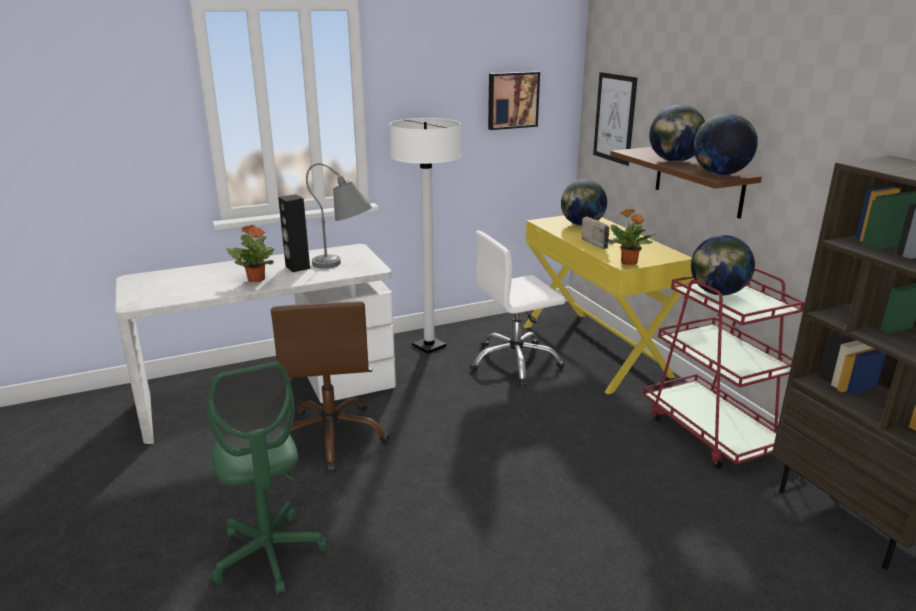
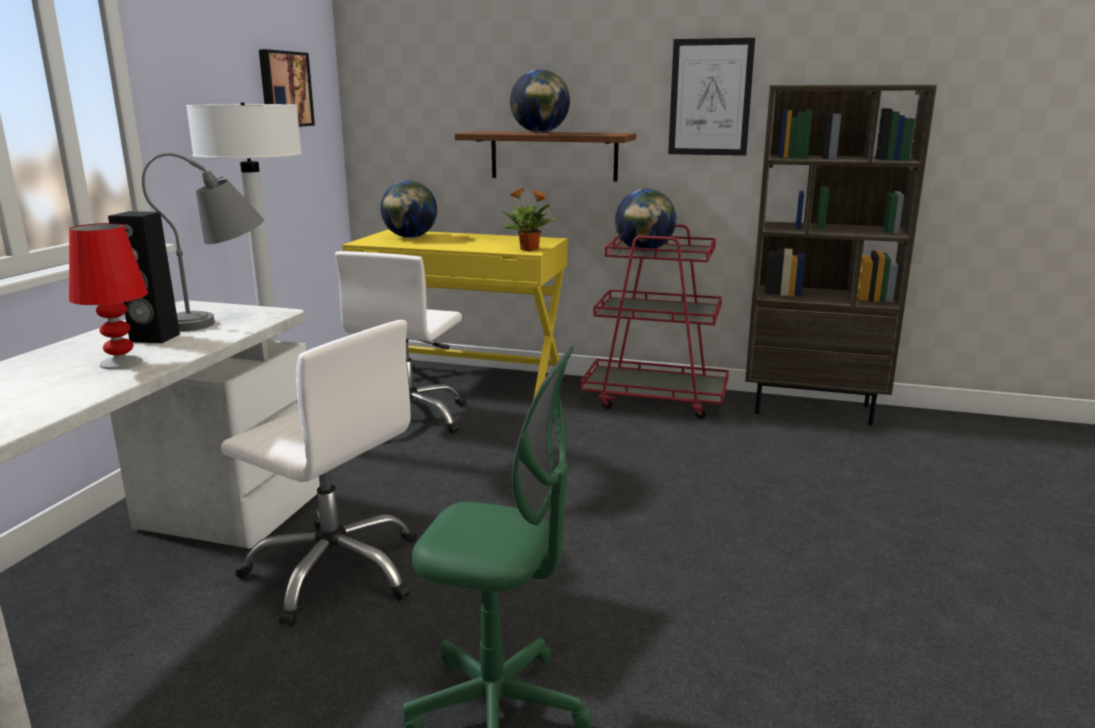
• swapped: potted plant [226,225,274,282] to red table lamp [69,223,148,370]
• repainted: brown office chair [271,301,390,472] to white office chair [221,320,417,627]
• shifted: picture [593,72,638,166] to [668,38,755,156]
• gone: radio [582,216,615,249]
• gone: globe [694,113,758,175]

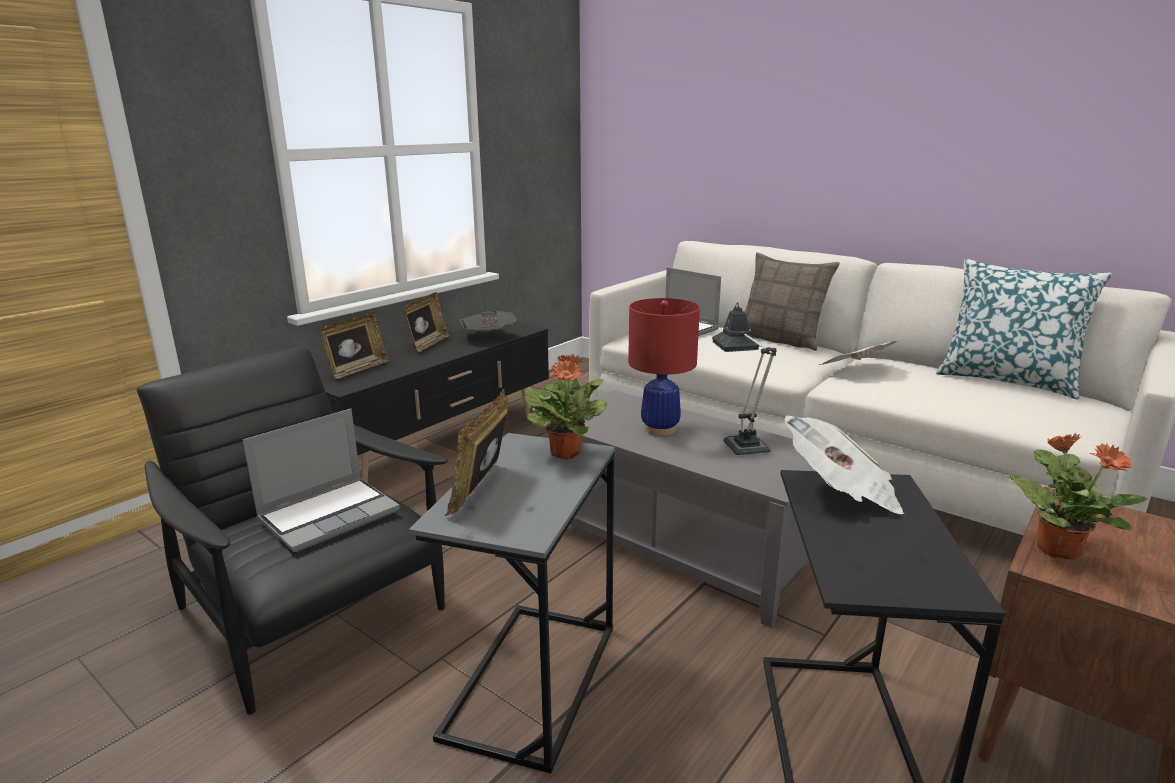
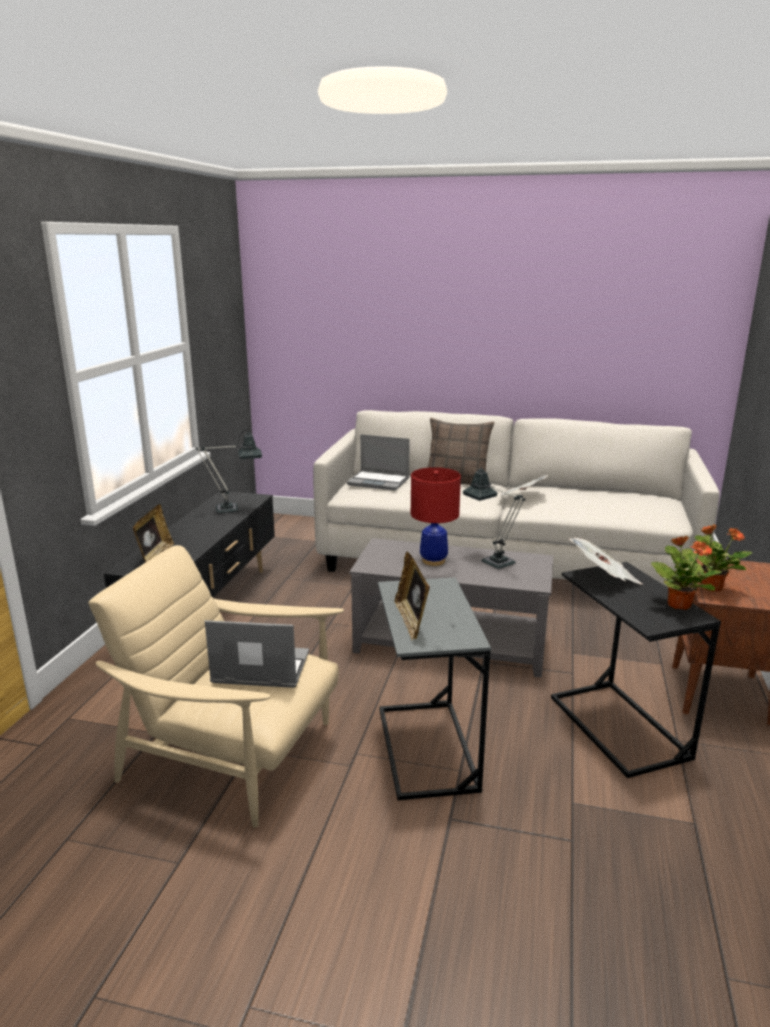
• repainted: black armchair [136,348,448,715] to beige armchair [88,545,344,828]
• swapped: newspaper [459,311,518,330] to table lamp [196,429,262,514]
• rotated: laptop [243,409,400,552] = [205,620,309,688] 105 degrees counterclockwise
• shifted: potted plant [524,354,607,459] to [651,536,722,610]
• gone: picture frame [404,292,449,352]
• gone: pillow [936,259,1112,399]

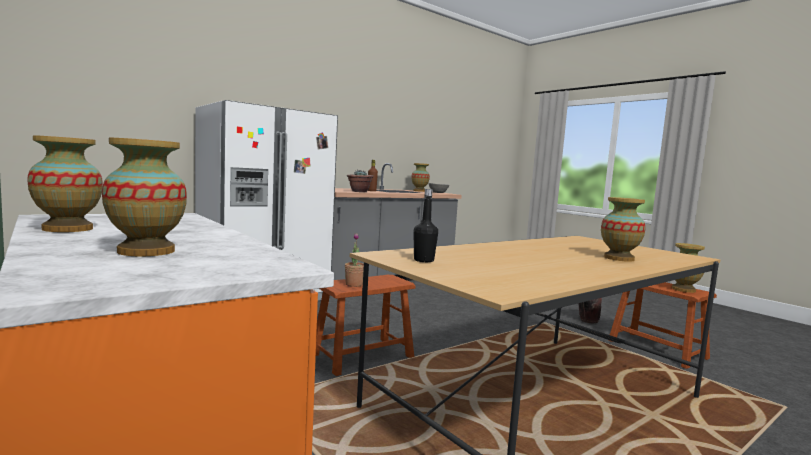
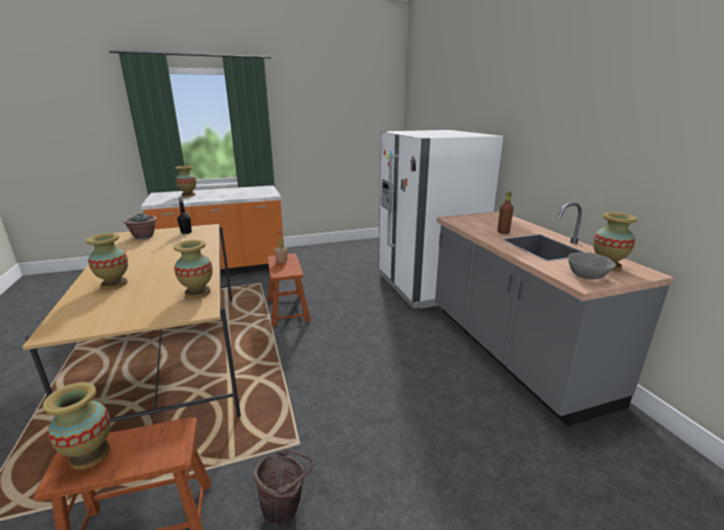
• shifted: potted plant [347,170,374,192] to [123,213,157,239]
• shifted: vase [27,135,103,232] to [174,240,213,298]

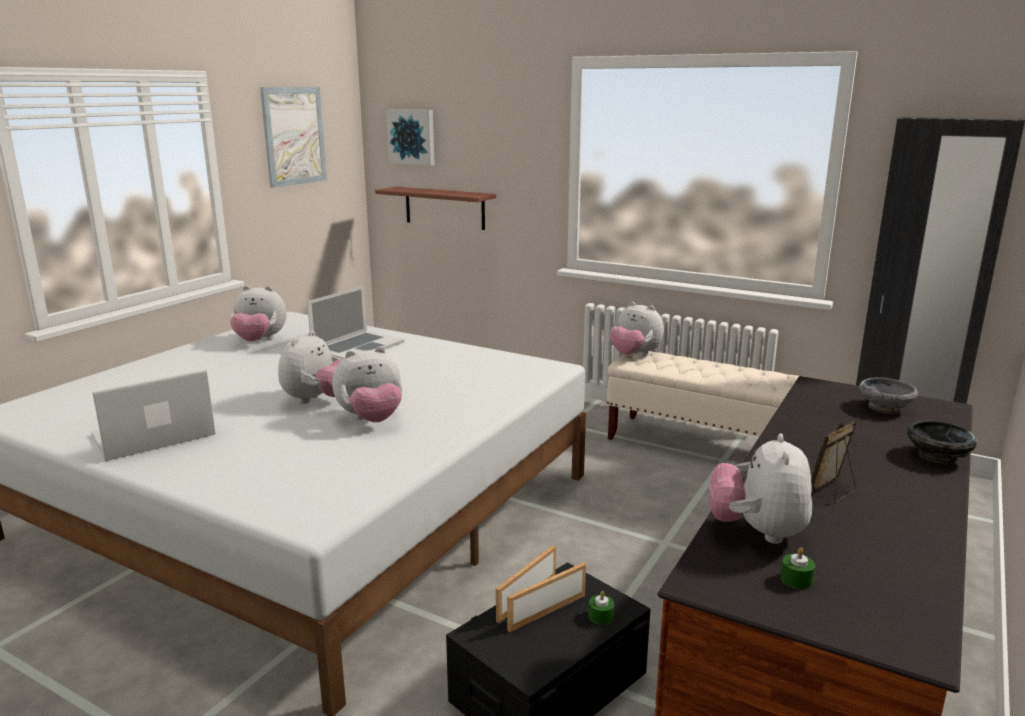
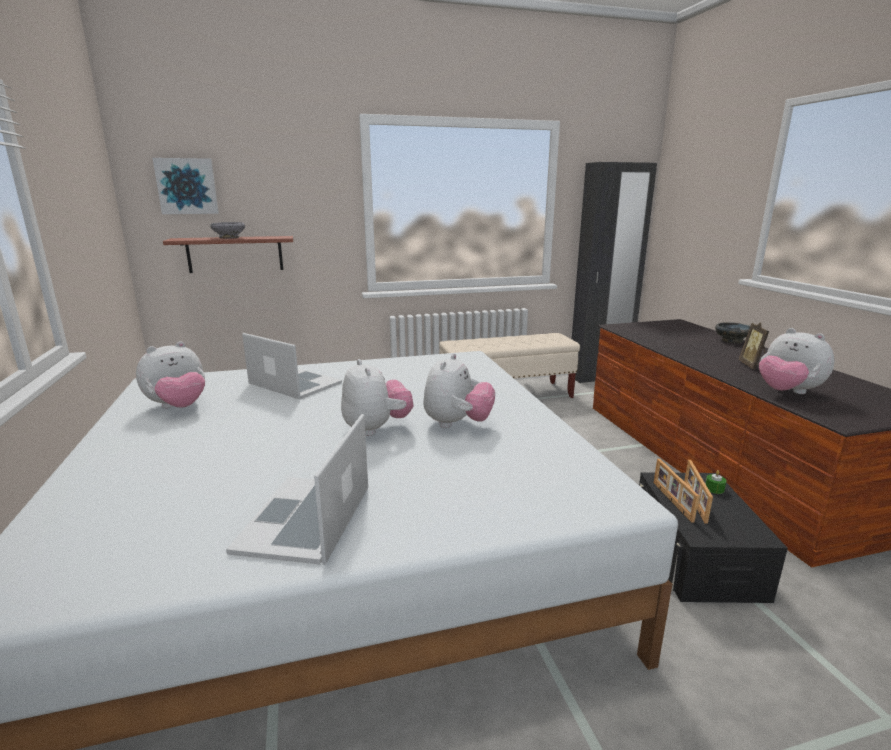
• shifted: grey bowl [859,377,918,414] to [210,222,245,239]
• rotated: laptop [307,286,404,359] = [242,333,342,399] 45 degrees counterclockwise
• gone: picture [260,87,327,188]
• gone: plush toy [610,302,664,356]
• gone: green candle [781,548,815,589]

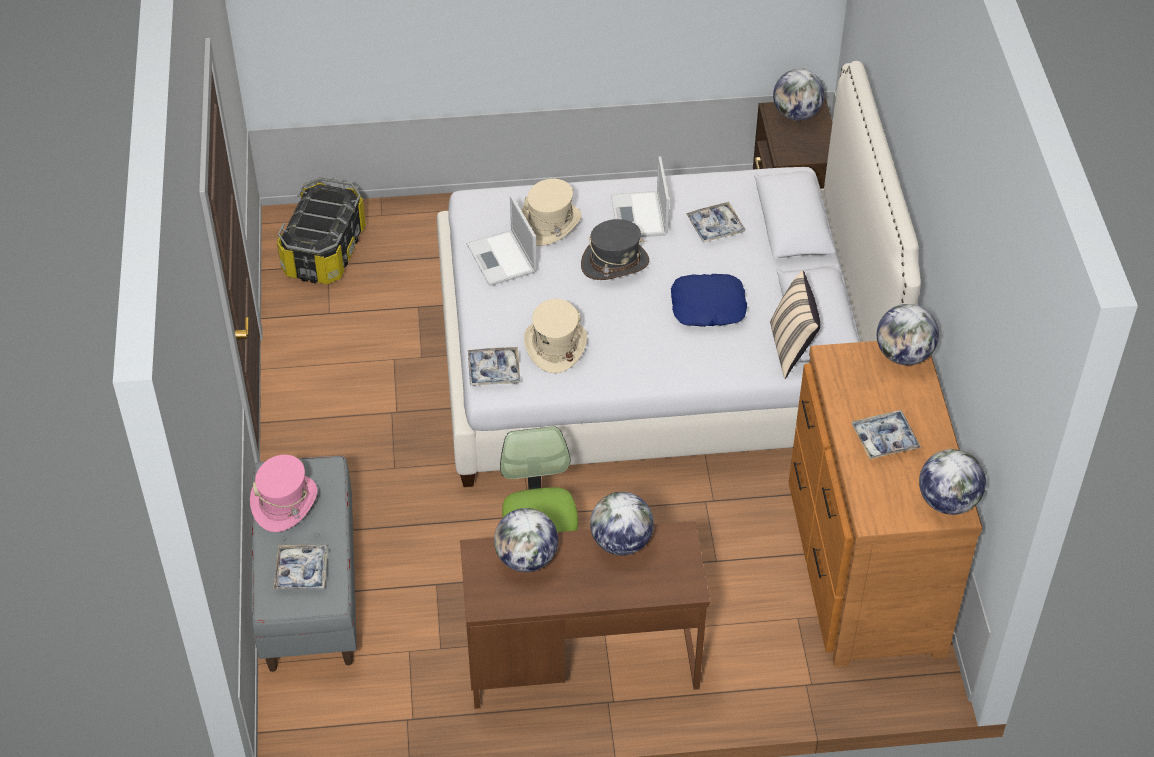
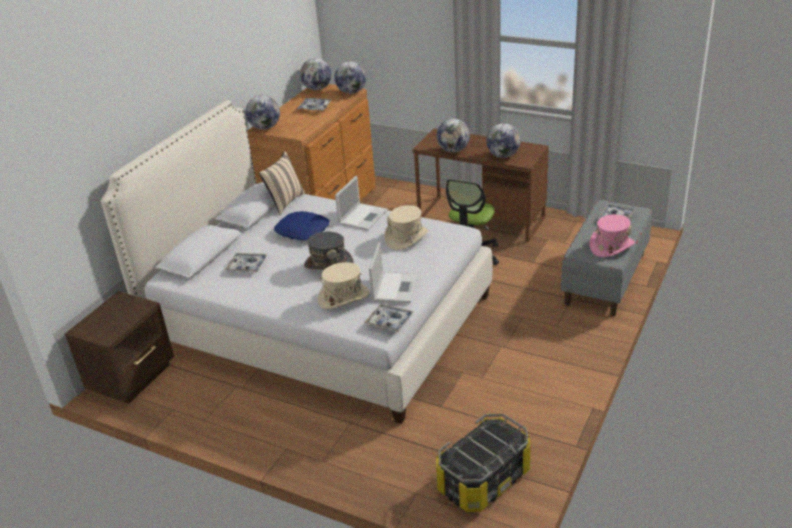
• shifted: globe [773,69,825,121] to [334,61,366,94]
• shifted: laptop [611,156,670,237] to [335,176,388,231]
• shifted: tray [468,347,521,386] to [364,304,414,332]

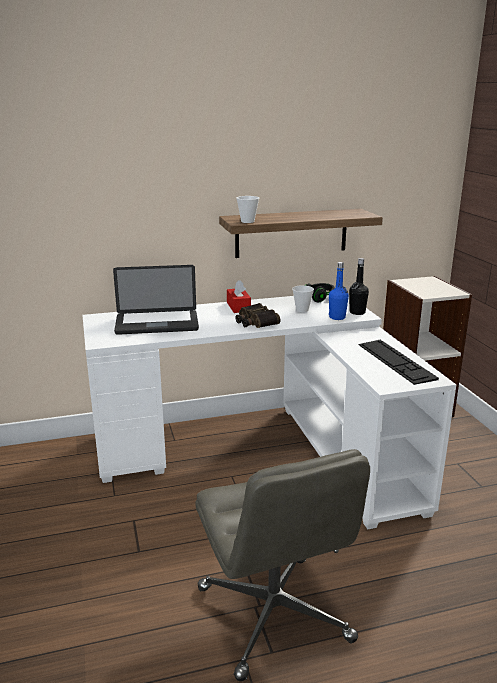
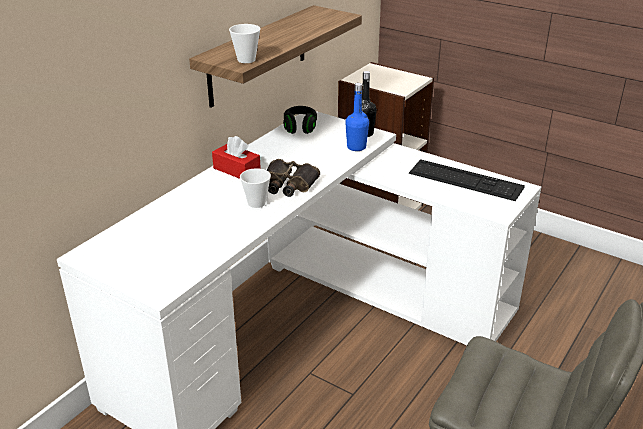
• shifted: cup [292,285,314,312] to [240,168,271,208]
• gone: laptop [113,265,199,335]

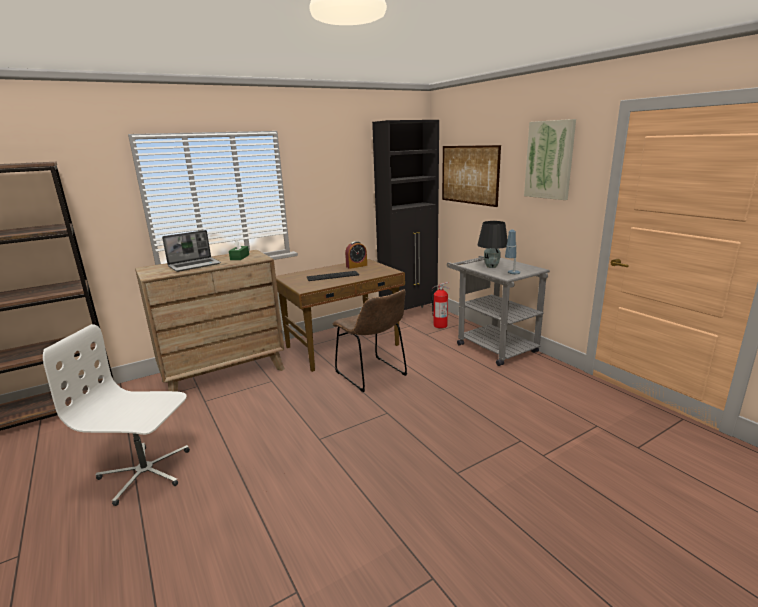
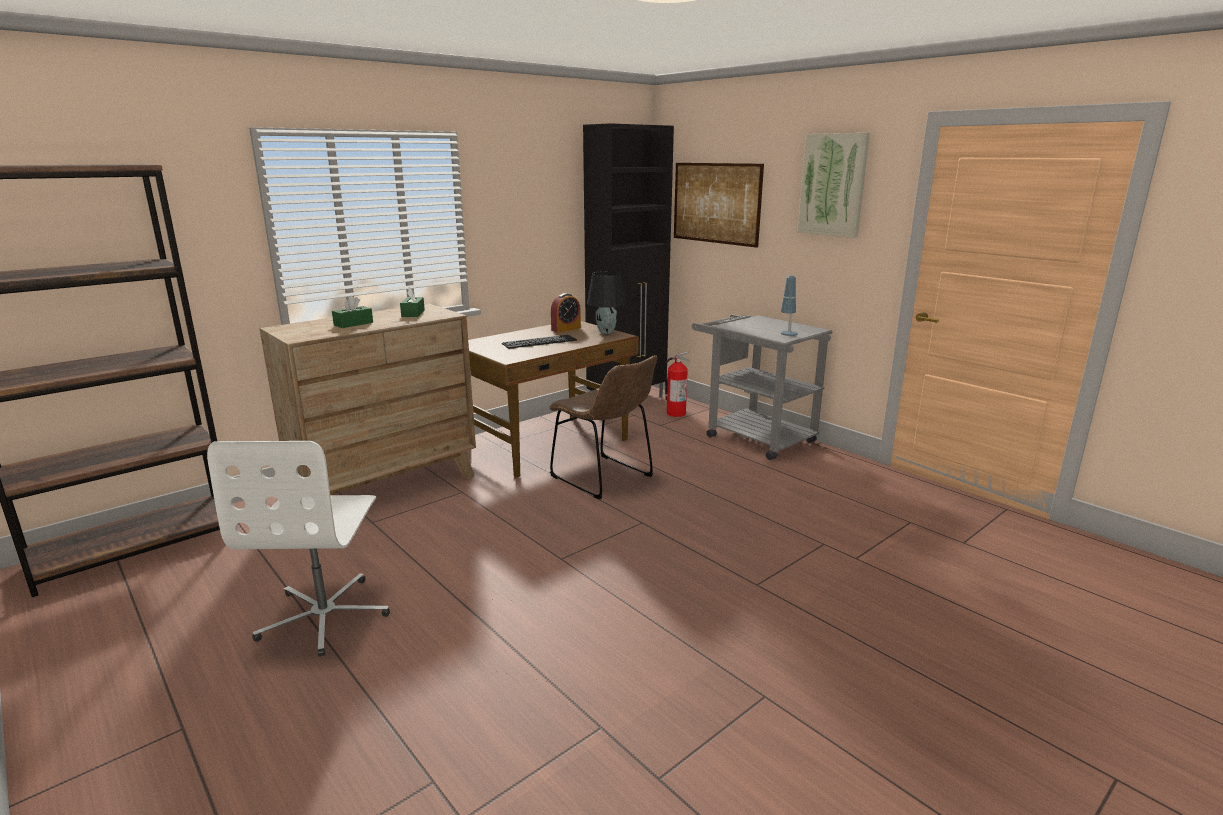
• rotated: white office chair [43,324,190,506] = [207,441,390,657] 90 degrees counterclockwise
• swapped: laptop [162,230,221,272] to green tissue box [332,296,373,328]
• shifted: black table lamp [478,221,508,268] to [587,271,626,334]

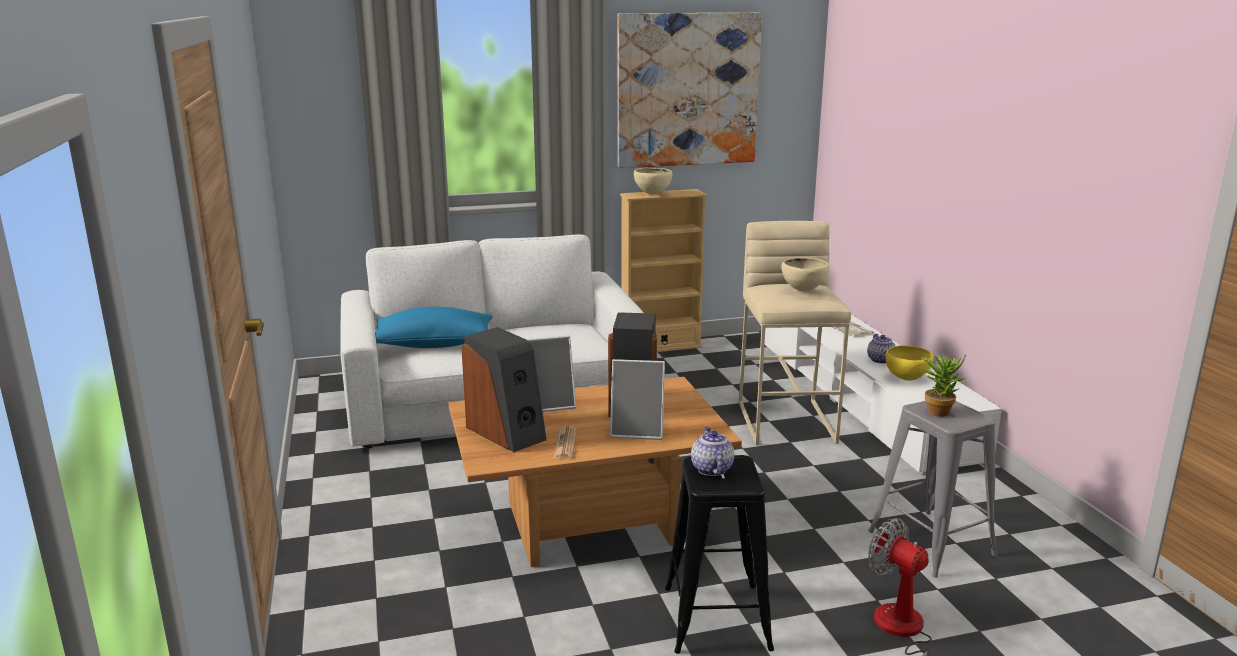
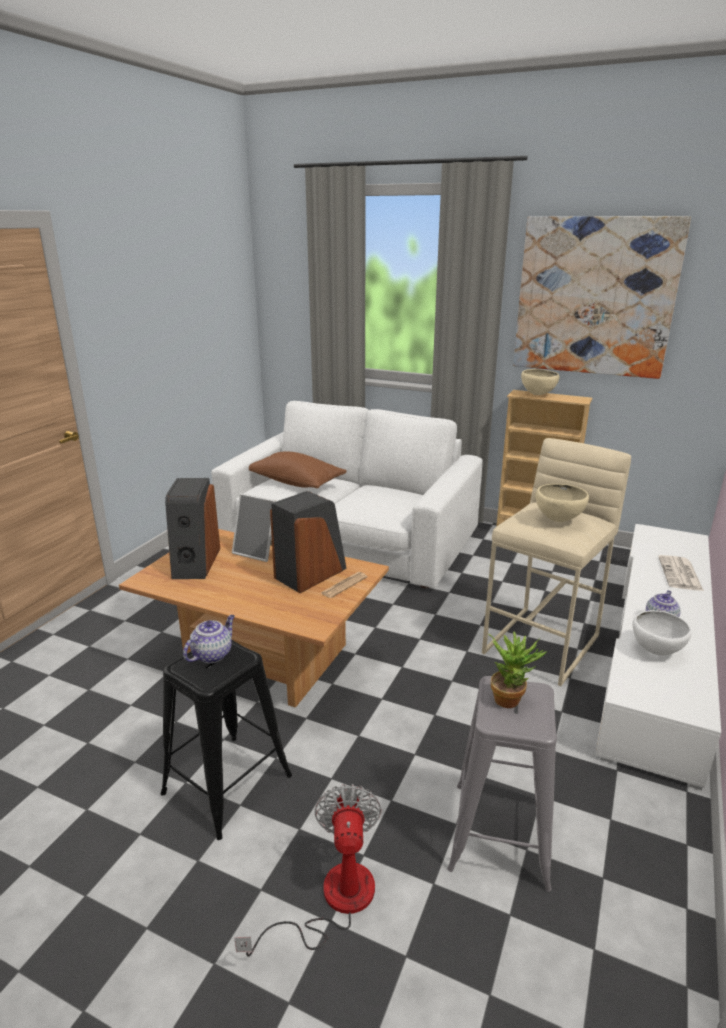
• repainted: blue pillow [375,307,492,348] to brown pillow [249,451,347,489]
• shifted: newspaper [553,426,577,459] to [321,572,368,598]
• repainted: yellow bowl [885,345,934,381] to white bowl [633,610,691,656]
• gone: picture frame [610,359,665,440]

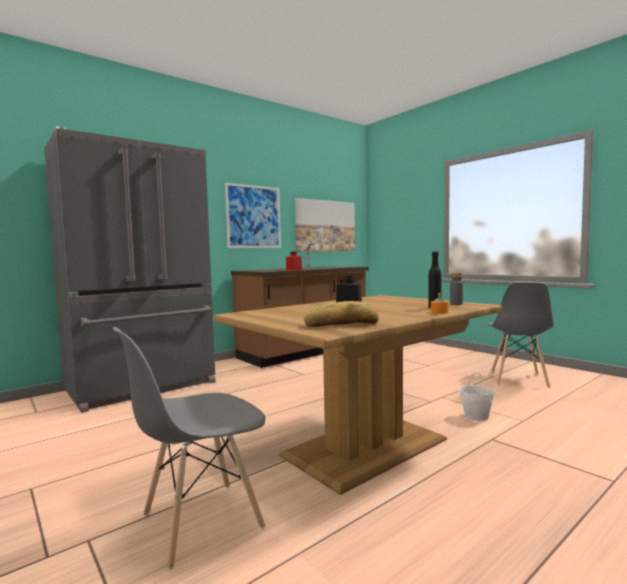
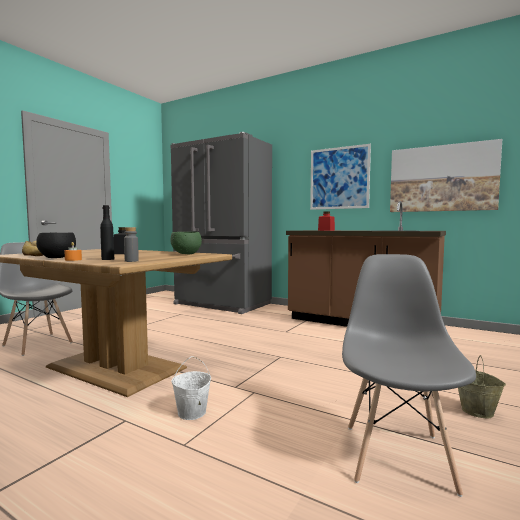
• new: black bowl [36,233,76,258]
• new: green bowl [171,232,202,254]
• rotated: grey chair [488,283,553,388] = [342,254,476,497] 105 degrees clockwise
• new: beige bucket [458,355,506,418]

